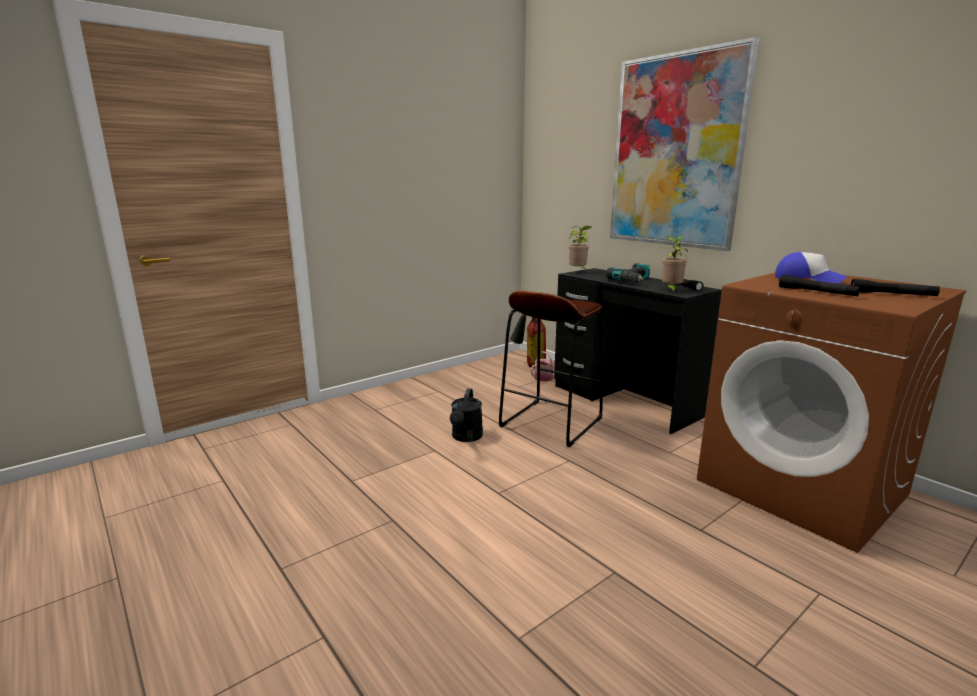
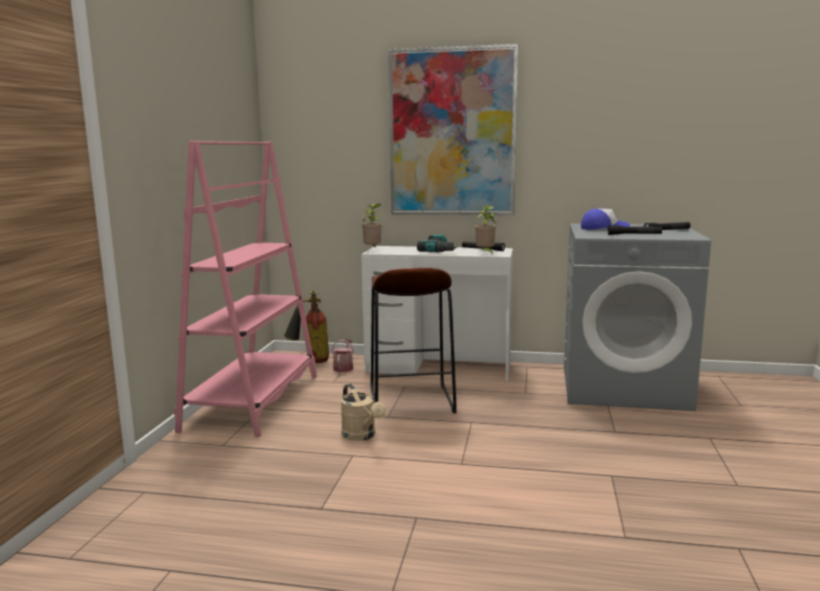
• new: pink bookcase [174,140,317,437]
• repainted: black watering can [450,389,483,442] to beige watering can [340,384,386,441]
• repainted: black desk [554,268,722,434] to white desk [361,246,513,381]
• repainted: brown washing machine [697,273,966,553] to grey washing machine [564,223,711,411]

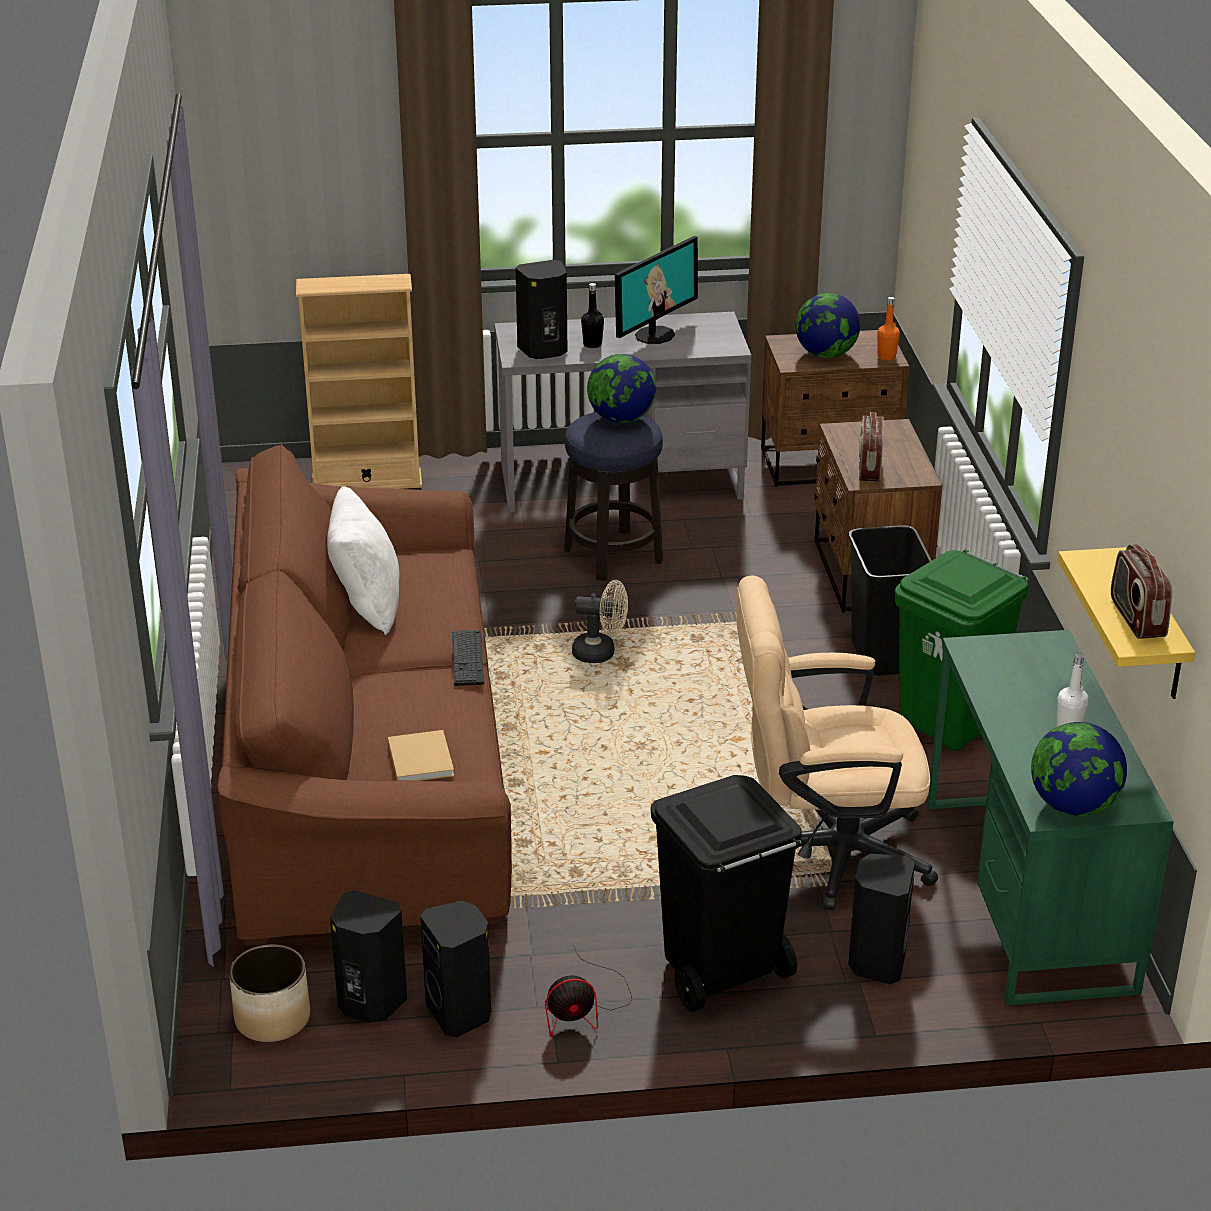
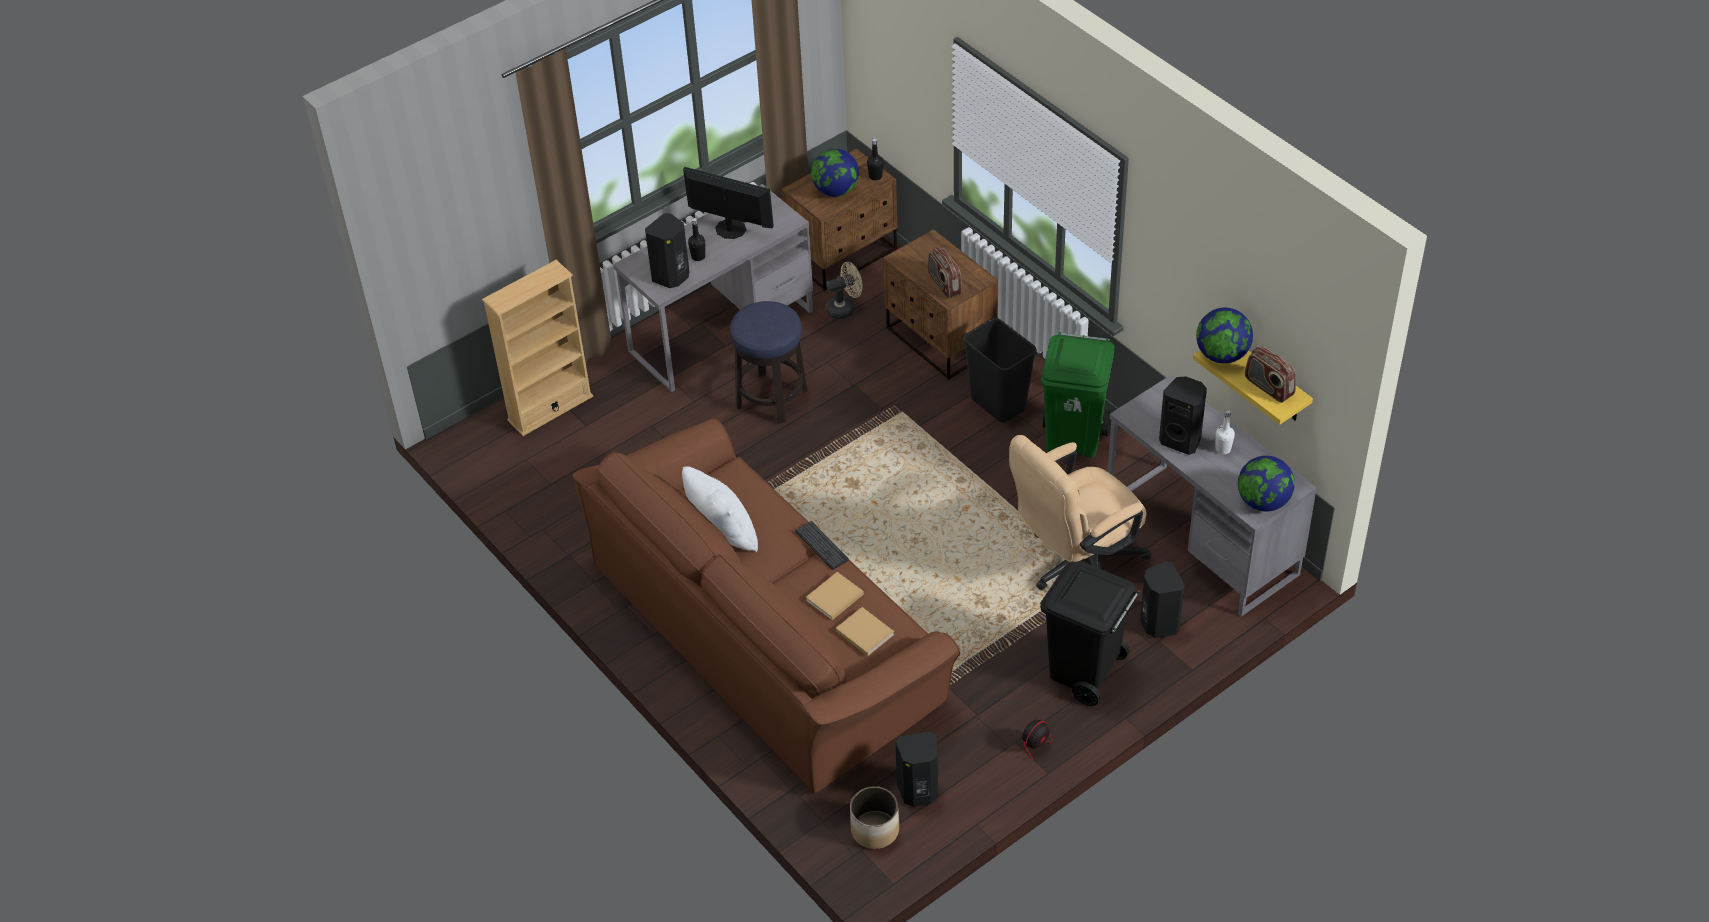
• rotated: monitor [615,236,698,344] = [683,167,774,239] 75 degrees counterclockwise
• new: beige book [806,572,864,620]
• shifted: beige fan [572,580,628,663] to [826,262,862,319]
• repainted: orange bottle [877,297,900,361] to black bottle [867,138,883,181]
• repainted: green desk [928,630,1174,1005] to grey desk [1108,375,1317,617]
• shifted: black speaker [420,901,491,1037] to [1159,376,1207,455]
• shifted: globe [587,354,656,423] to [1196,308,1253,364]

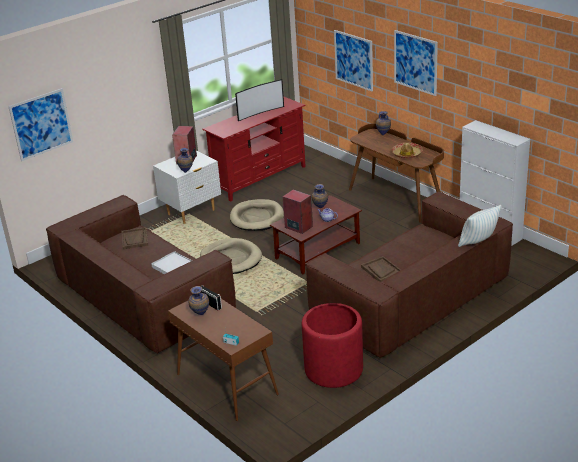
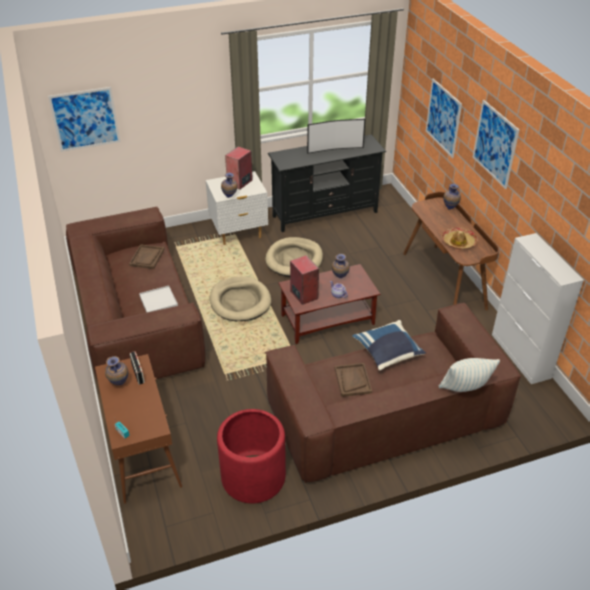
• repainted: red tv stand [202,96,306,201] to black tv stand [268,134,386,232]
• new: blue pillow [352,320,426,370]

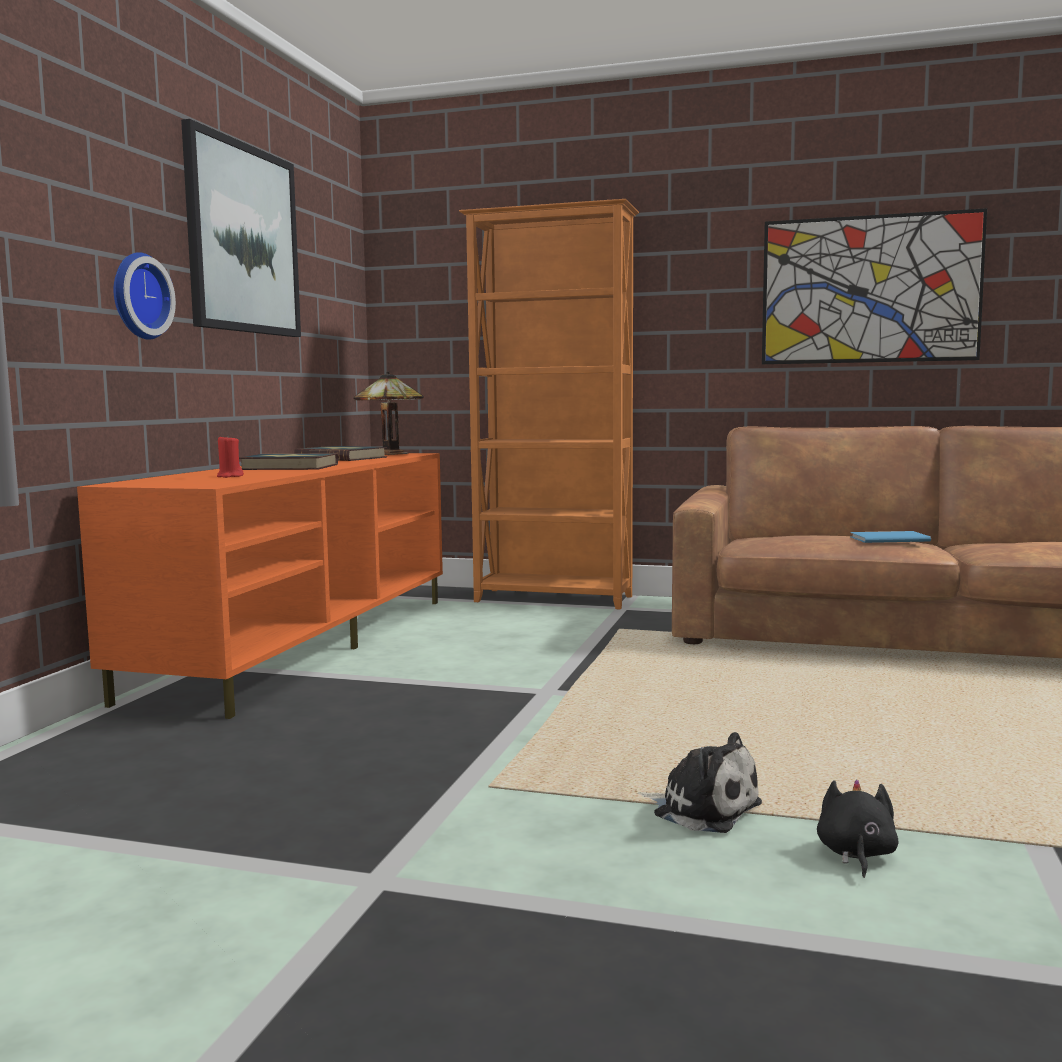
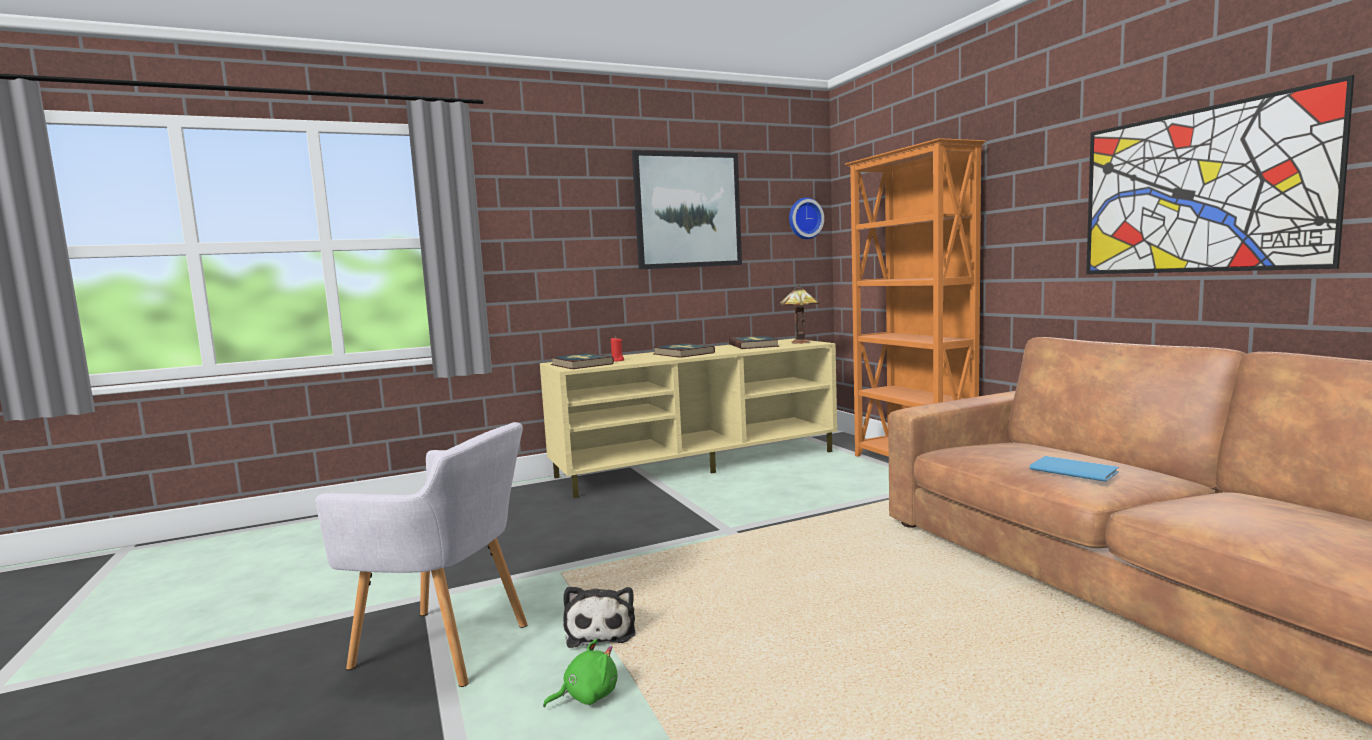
• new: grey armchair [315,422,527,687]
• repainted: orange tv stand [77,453,443,719] to beige tv stand [540,338,837,498]
• repainted: black plush toy [817,780,899,878] to green plush toy [543,639,618,707]
• new: book [550,353,614,369]
• shifted: wall clock [114,252,176,340] to [789,198,824,239]

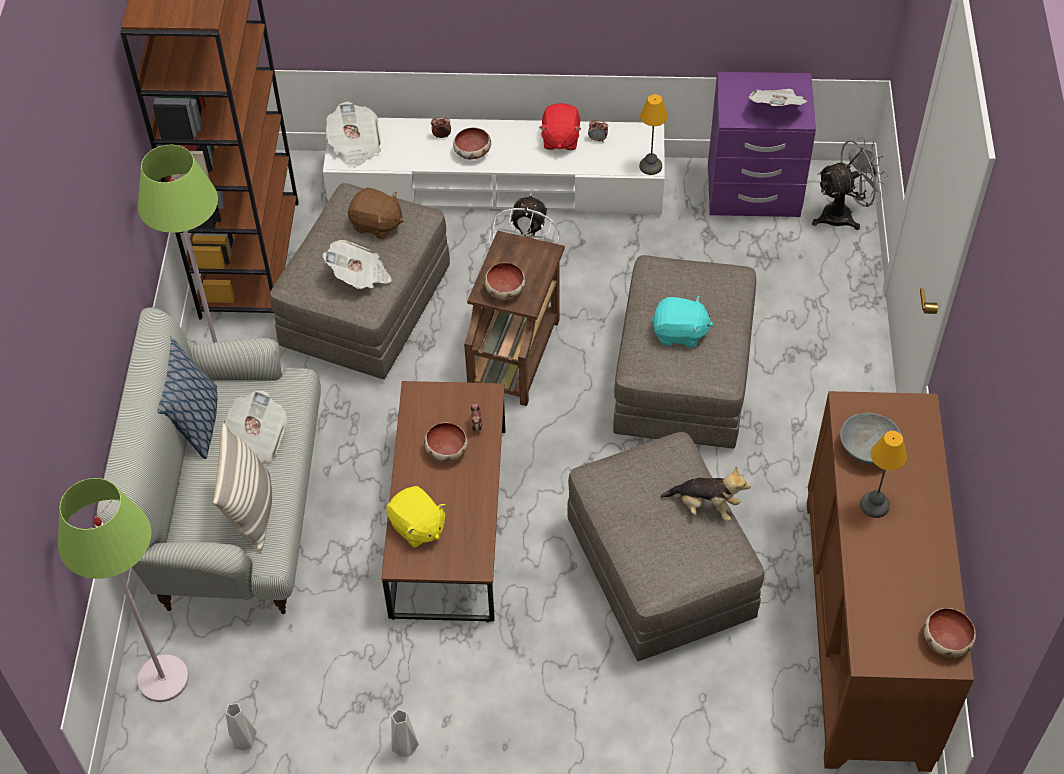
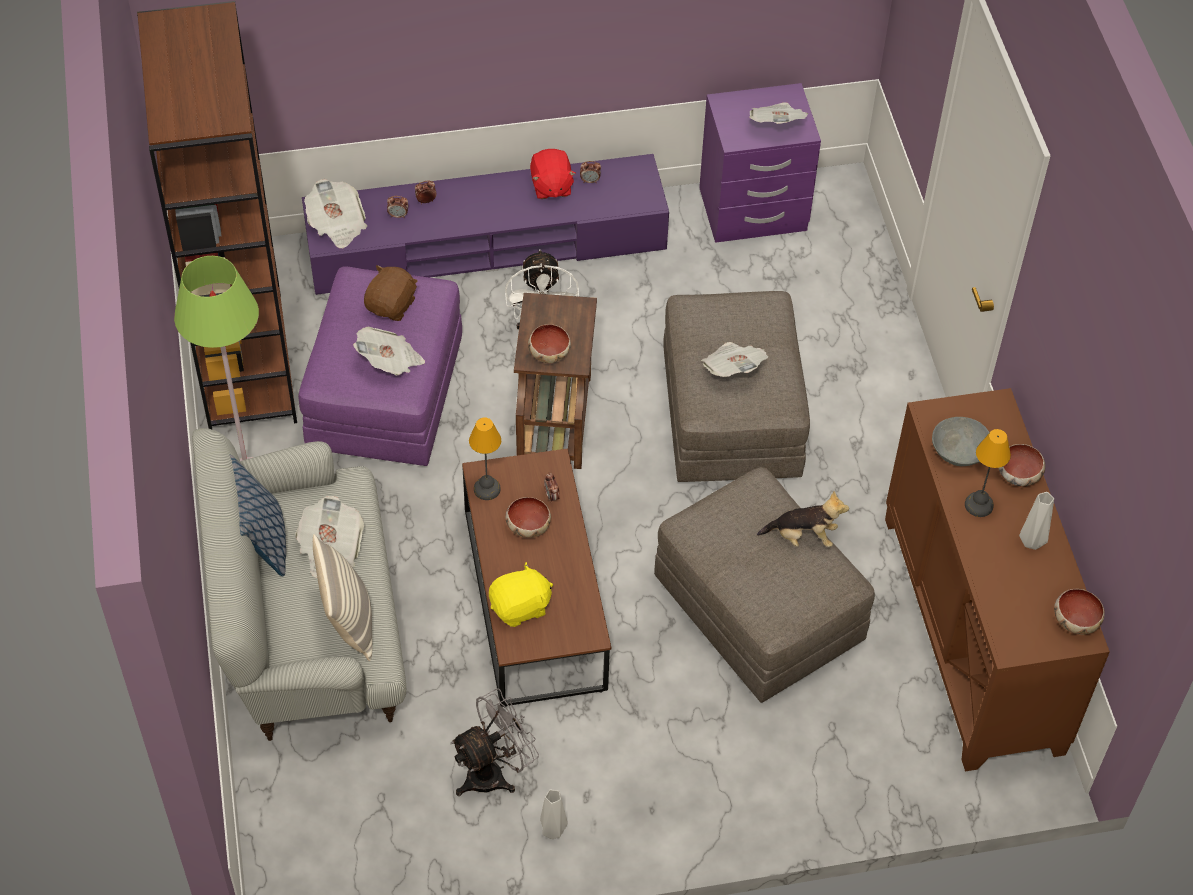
• repainted: grey ottoman [270,183,450,379] to purple ottoman [298,266,462,466]
• repainted: white tv stand [323,118,665,215] to purple tv stand [302,154,669,295]
• rotated: brown plush toy [348,187,403,240] = [364,265,418,321] 75 degrees counterclockwise
• new: alarm clock [387,196,408,218]
• shifted: grey fan [812,137,889,230] to [450,688,539,796]
• shifted: table lamp [639,94,668,175] to [469,418,501,500]
• rotated: yellow plush toy [386,486,446,548] = [489,562,553,627] 60 degrees counterclockwise
• swapped: turquoise plush toy [652,296,713,348] to newspaper [701,342,768,377]
• shifted: bowl [453,128,491,160] to [998,444,1045,487]
• shifted: grey vase [226,703,257,750] to [1019,492,1054,550]
• gone: green floor lamp [58,478,189,702]

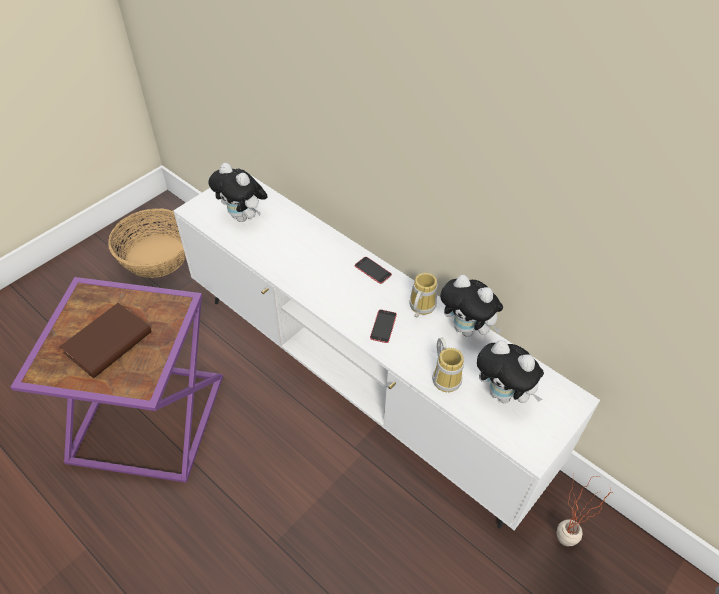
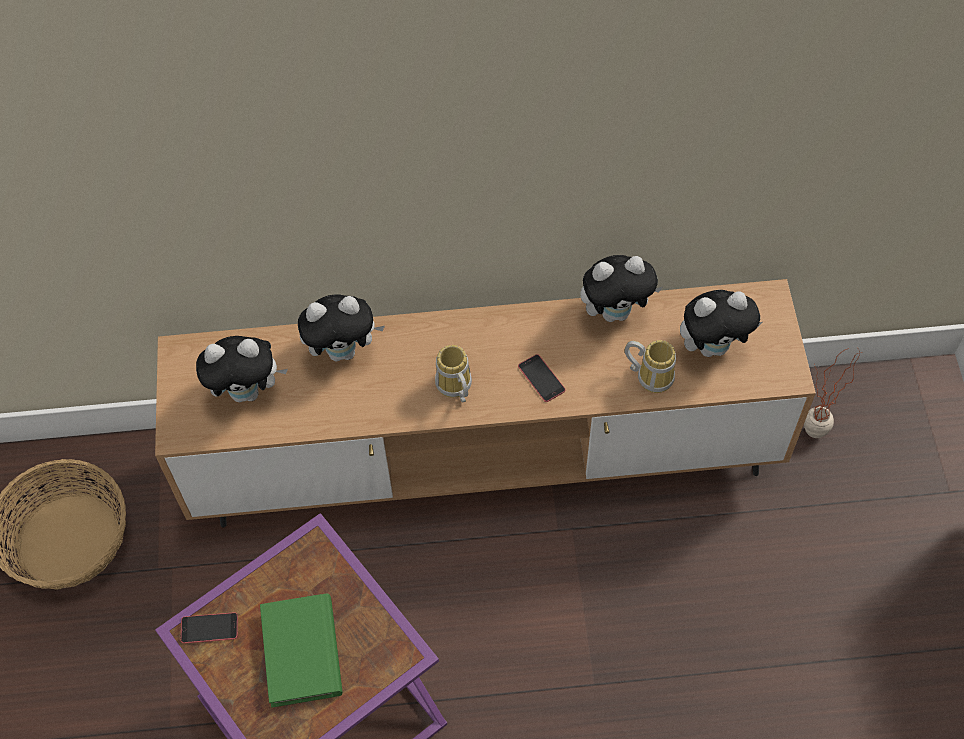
• repainted: white tv stand [173,176,600,530] to brown tv stand [155,279,816,528]
• shifted: phone [355,257,392,284] to [181,612,238,643]
• repainted: brown book [60,303,152,378] to green book [260,593,342,707]
• new: plush toy [298,294,385,362]
• shifted: mug [409,273,438,318] to [435,345,472,403]

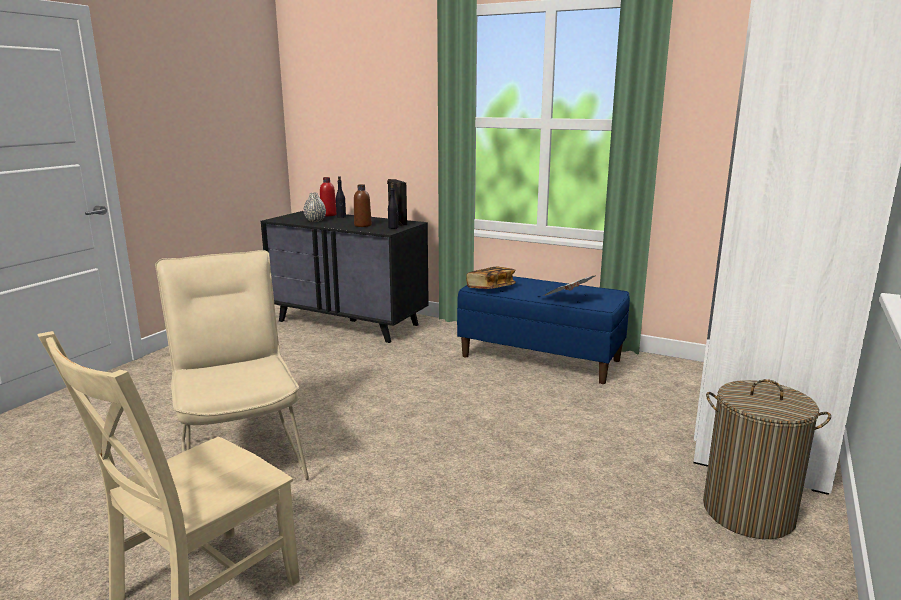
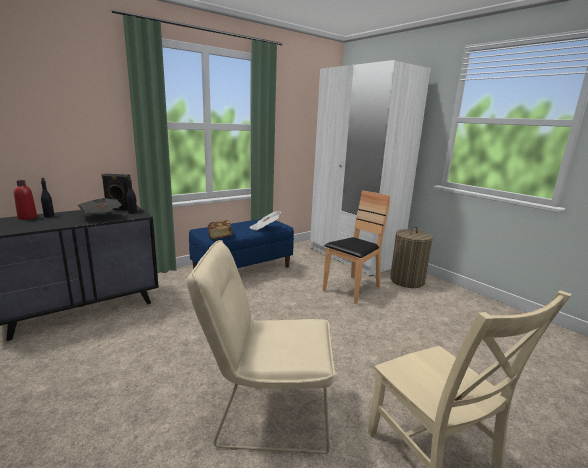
• swapped: brown bottle [354,184,372,227] to newspaper [77,198,122,213]
• new: brown chair [323,190,390,304]
• gone: grey vase [303,193,326,222]

